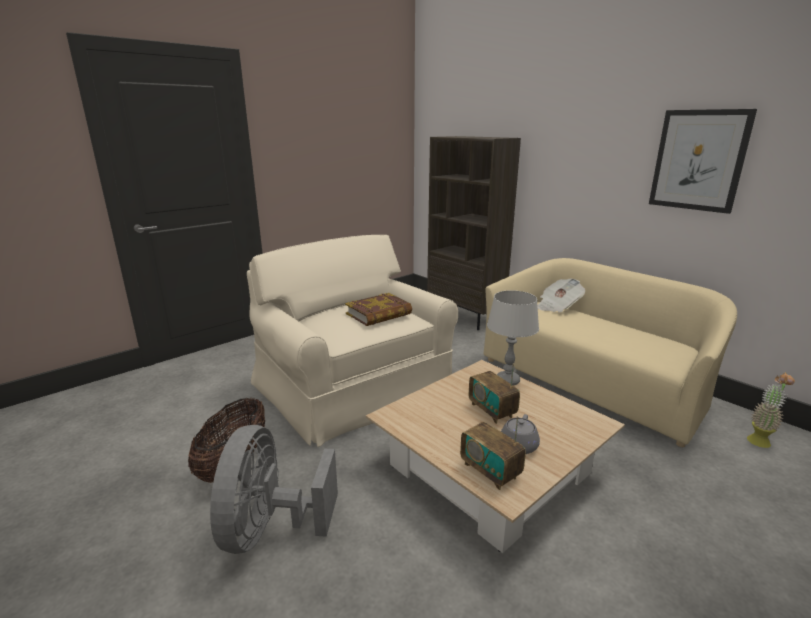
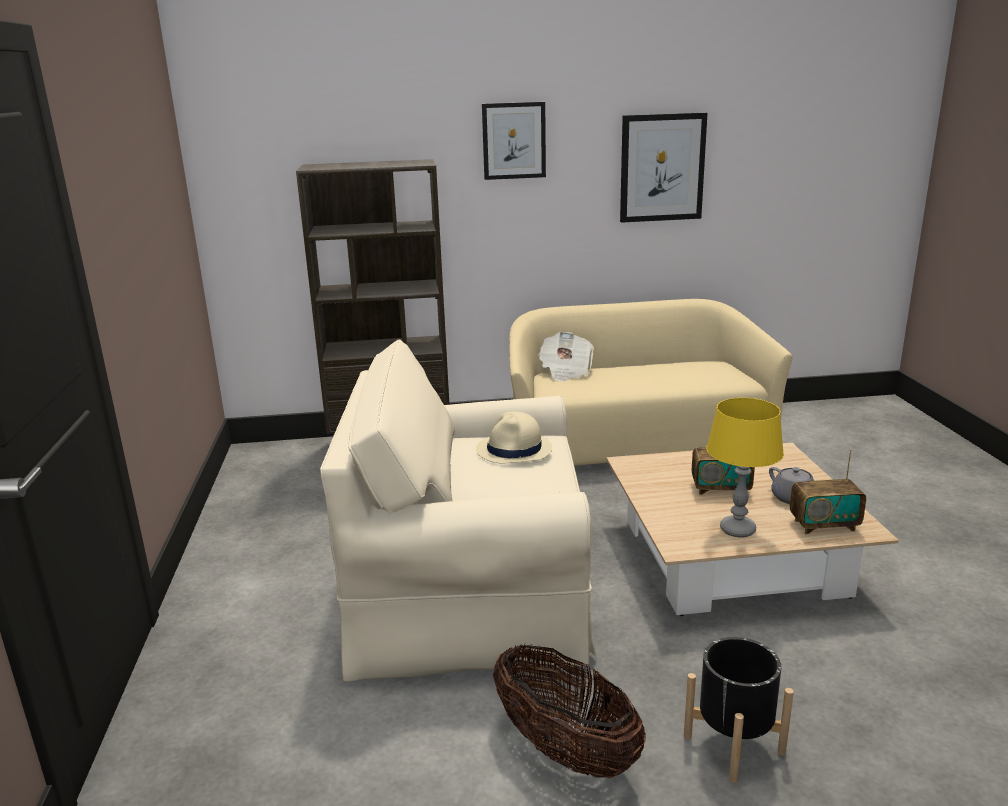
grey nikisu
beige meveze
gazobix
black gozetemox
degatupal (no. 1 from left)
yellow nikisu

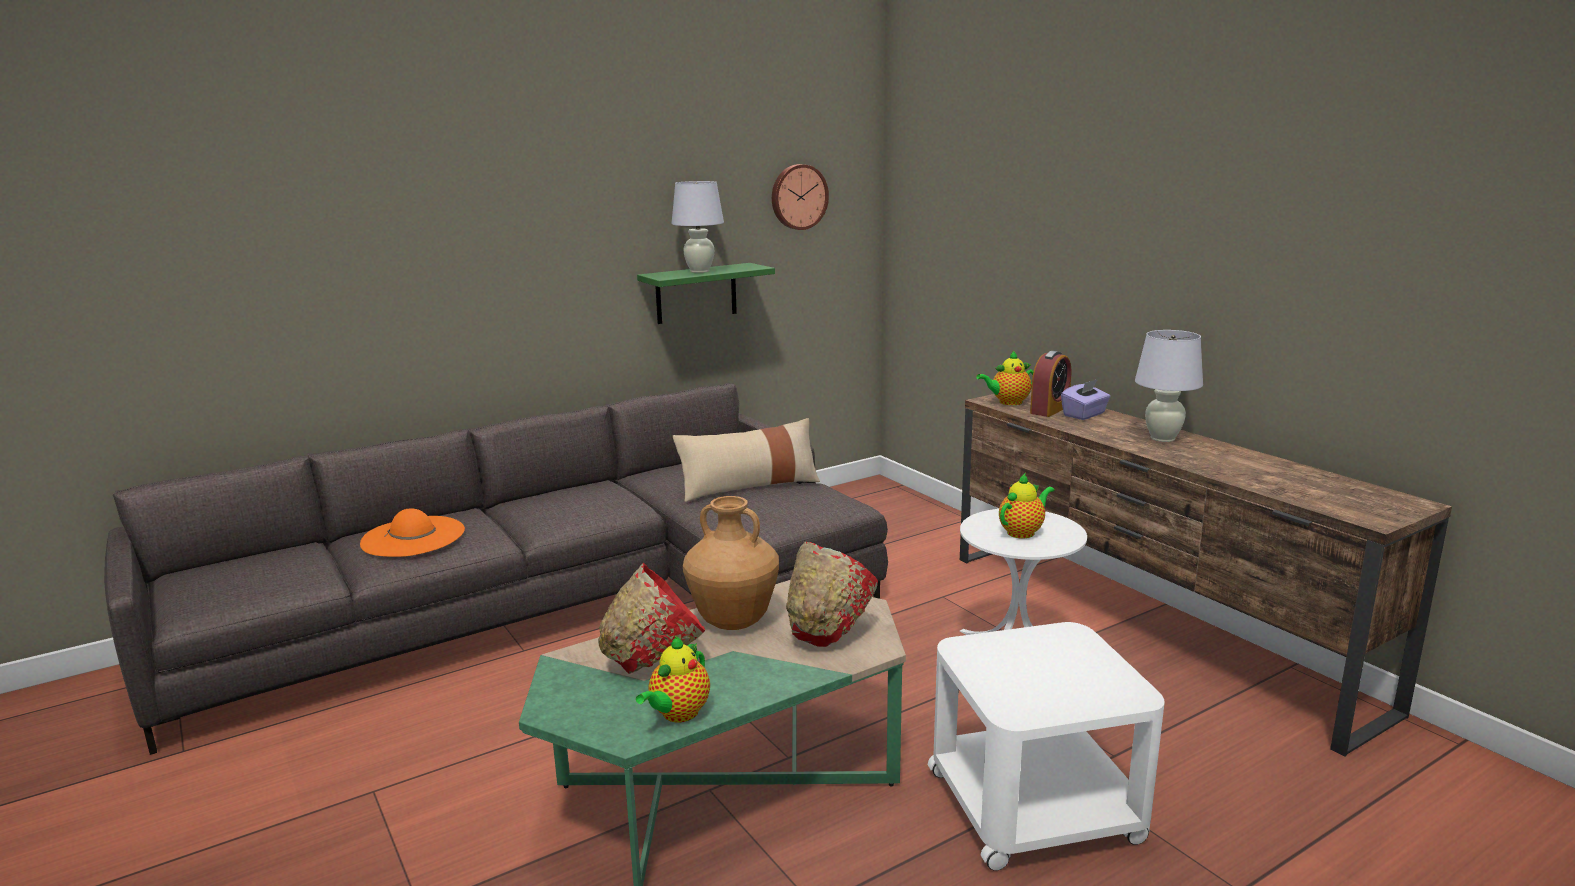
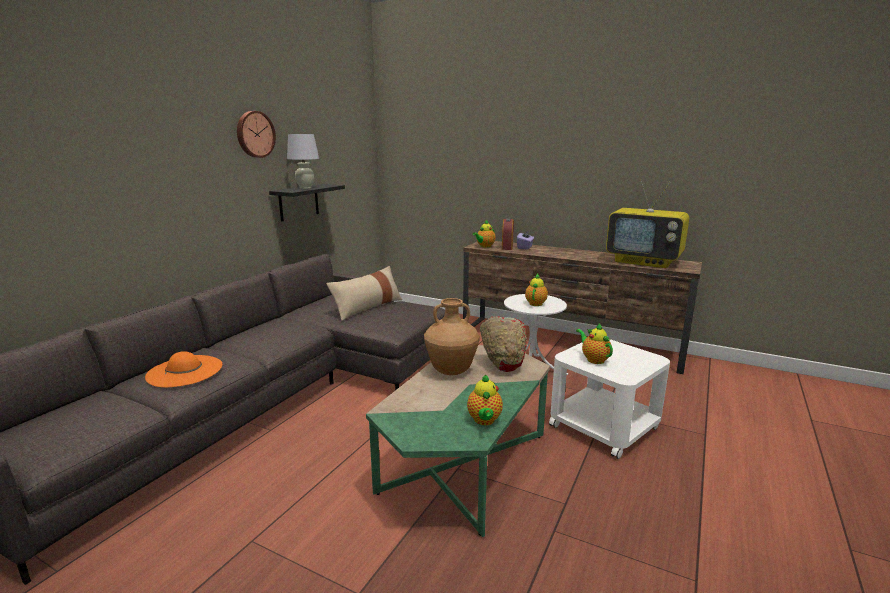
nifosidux
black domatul
white nikisu (no. 2 from left in the first image)
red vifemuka (no. 1 from left in the first image)
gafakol
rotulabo (no. 4 from left)

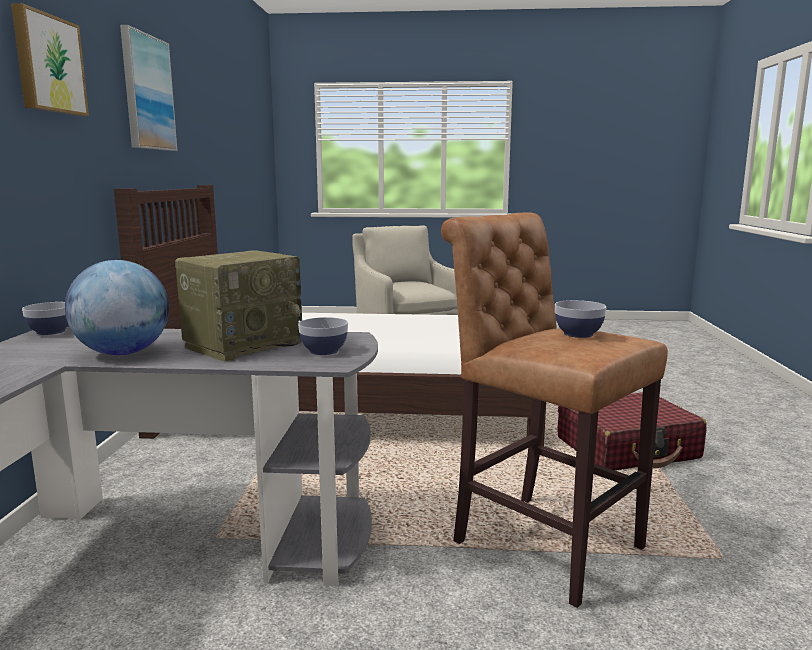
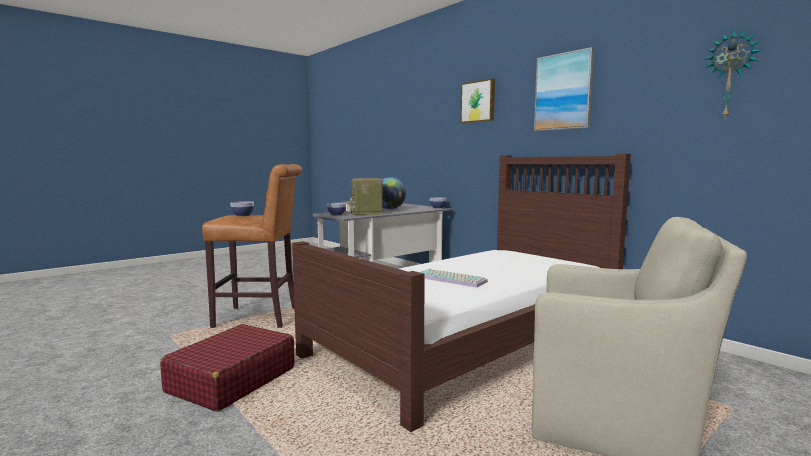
nifosidux
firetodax

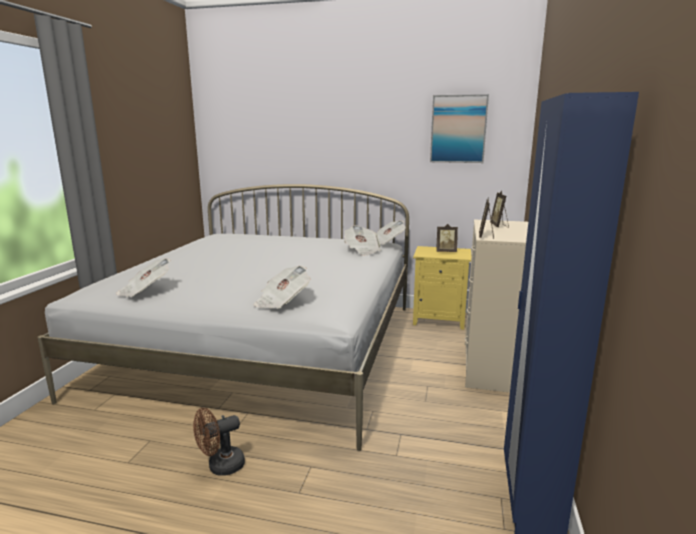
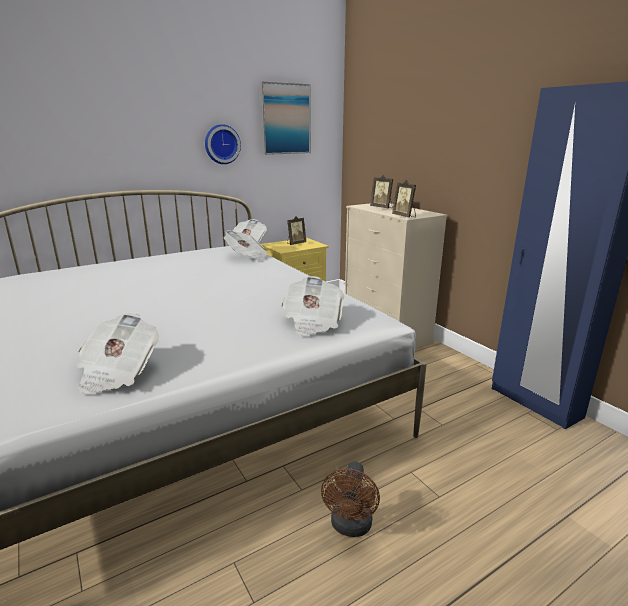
nifosidux

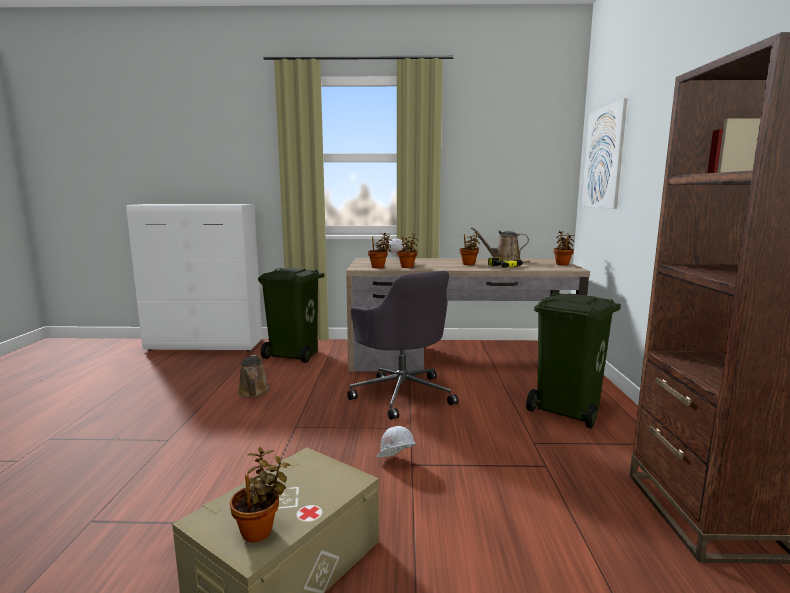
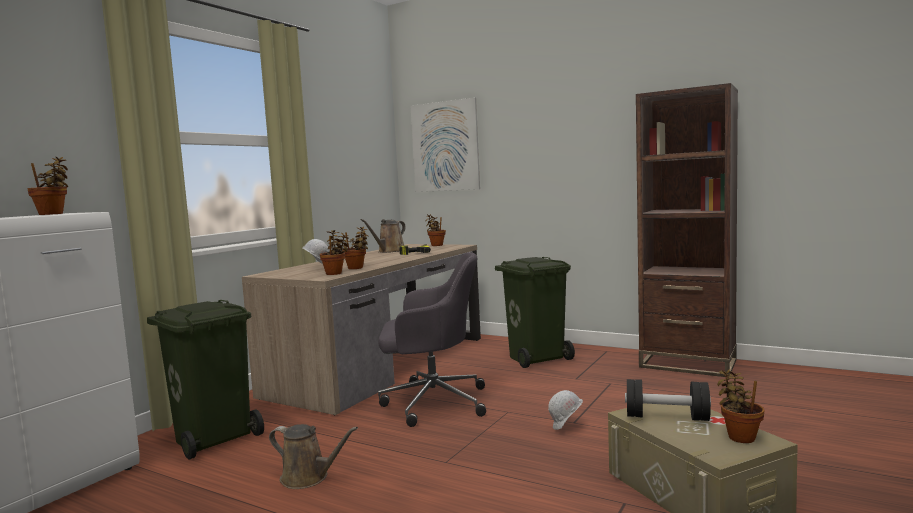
gazobix (no. 1 from left)
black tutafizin

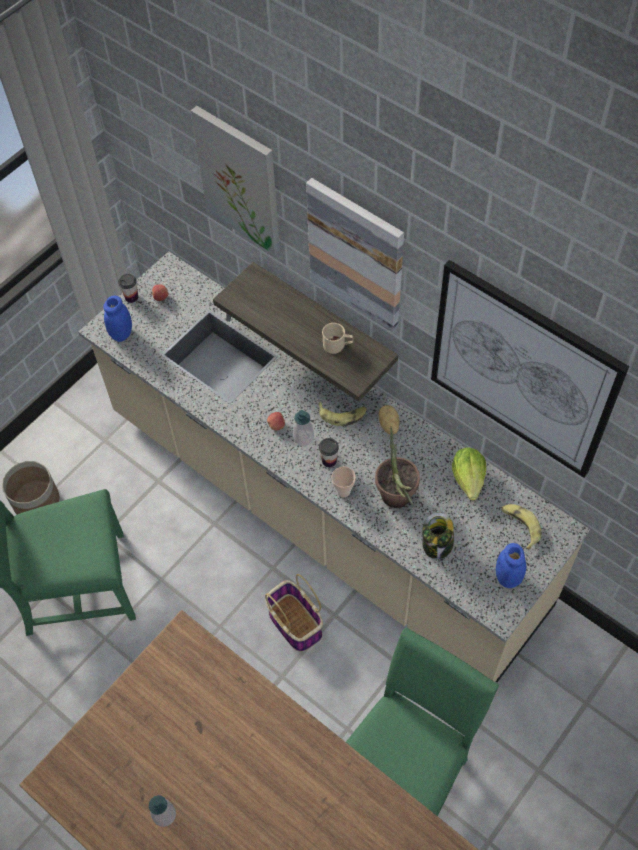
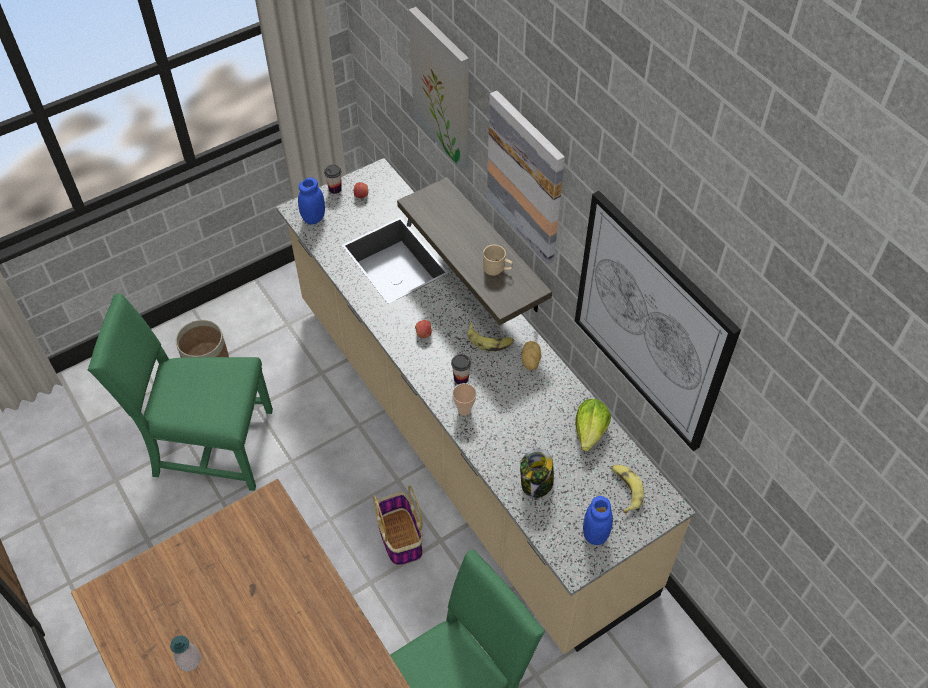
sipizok (no. 2 from left in the first image)
gazobix

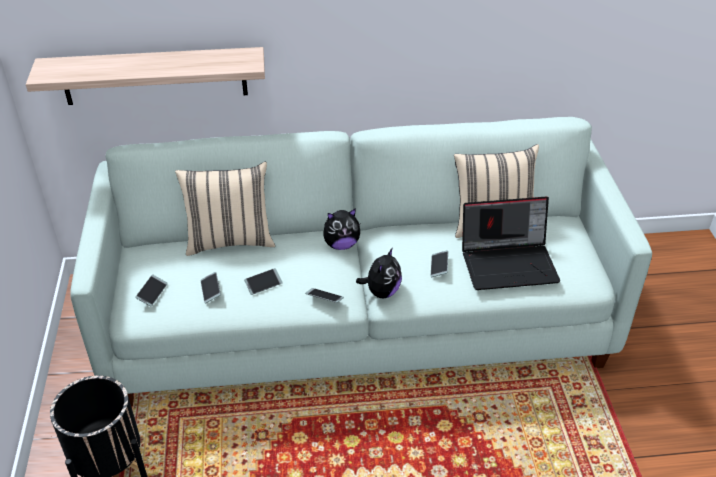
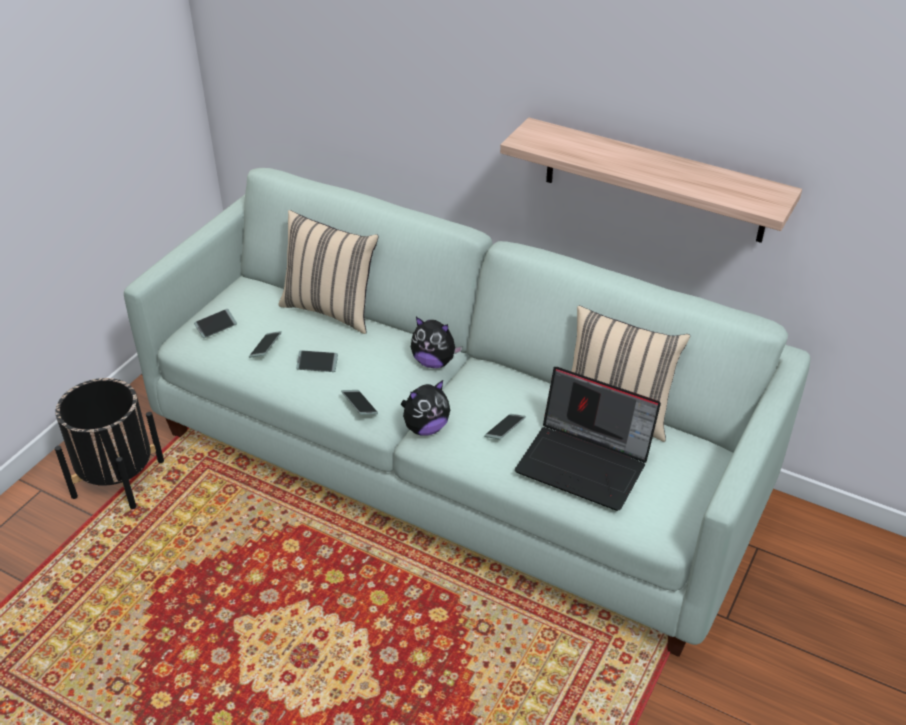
domatul

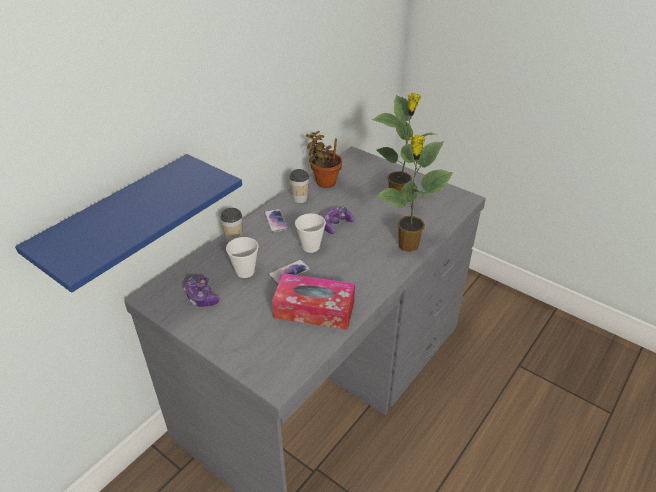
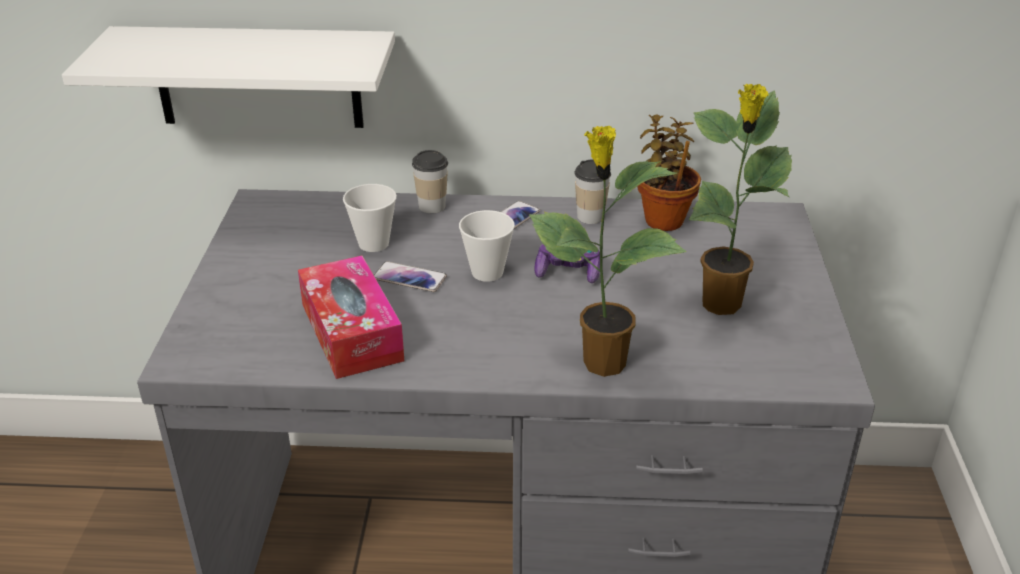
white domatul
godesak (no. 1 from left in the first image)

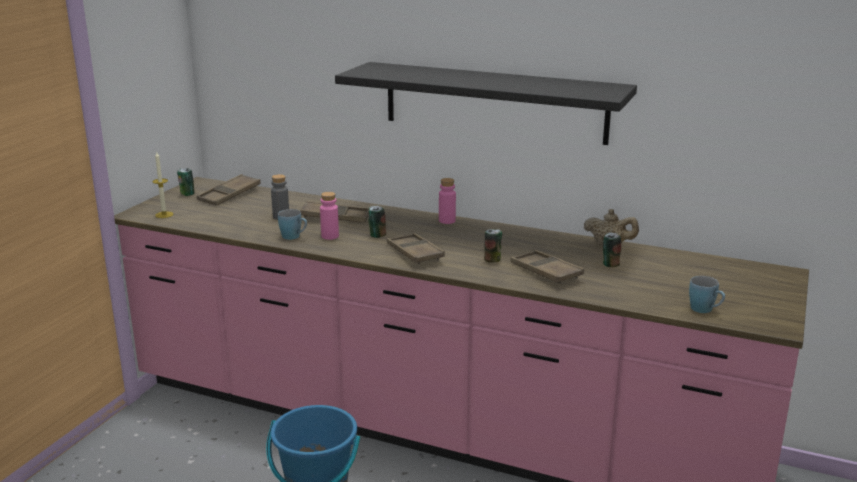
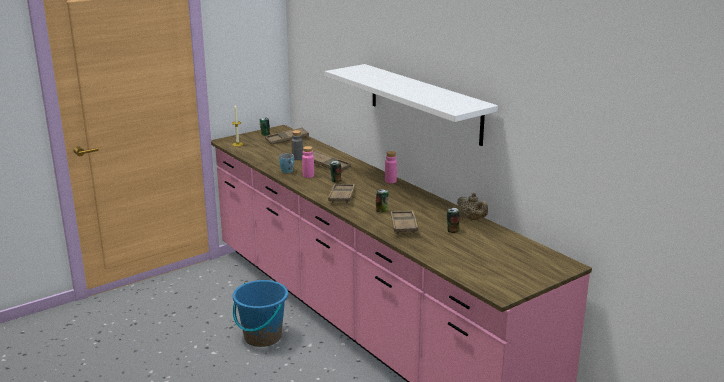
white domatul
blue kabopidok (no. 2 from left in the first image)

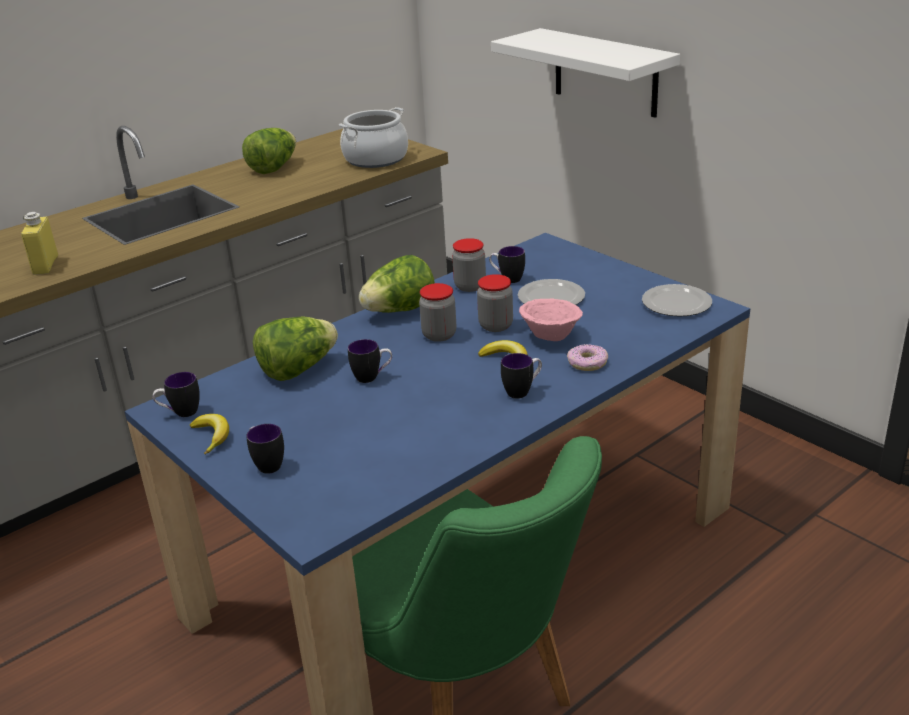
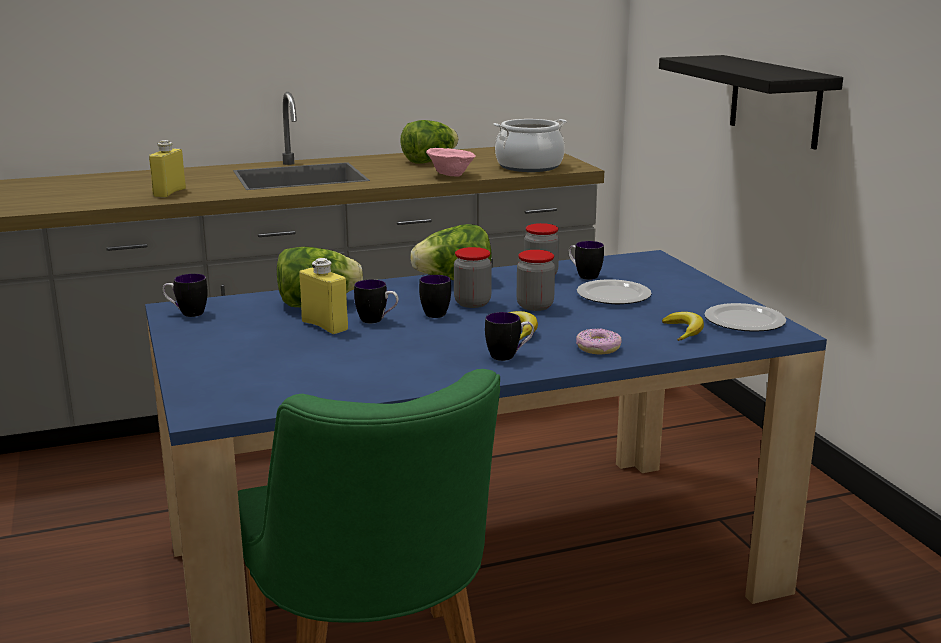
black domatul
pink vifemuka
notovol (no. 2 from left)
kabopidok (no. 3 from left)
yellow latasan (no. 2 from left)

